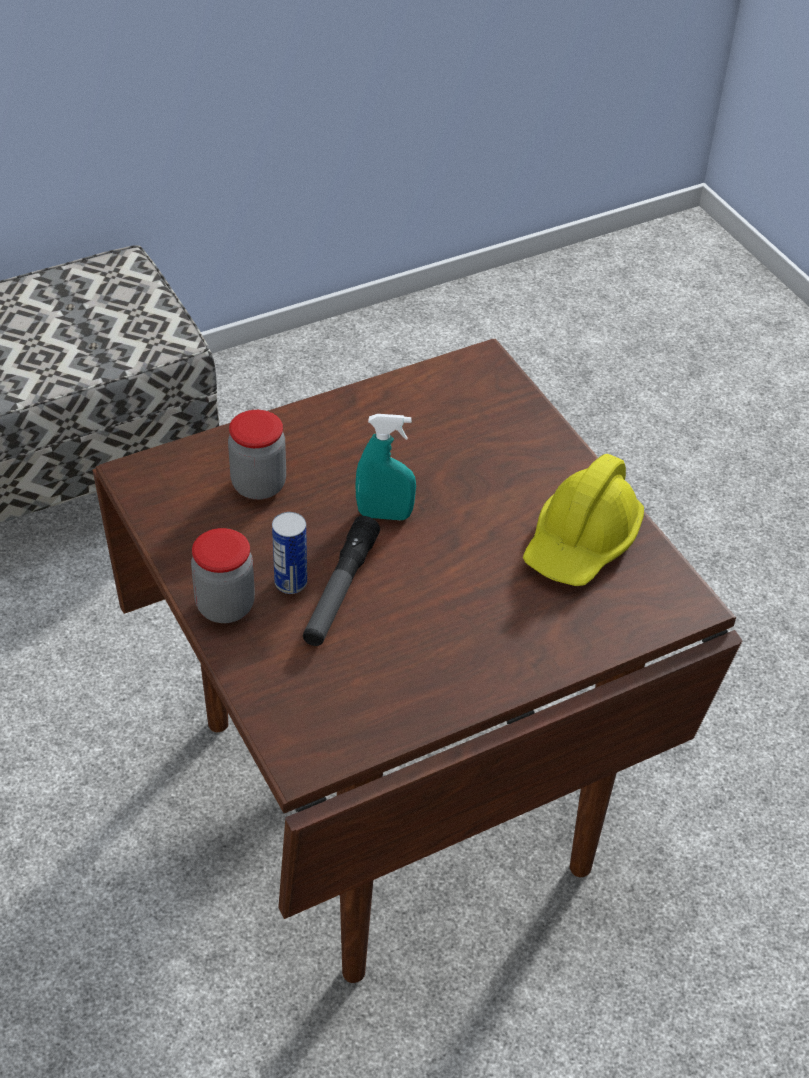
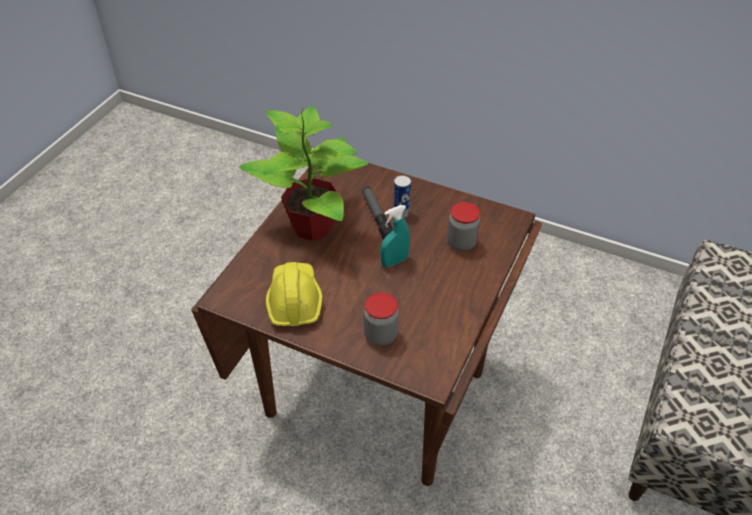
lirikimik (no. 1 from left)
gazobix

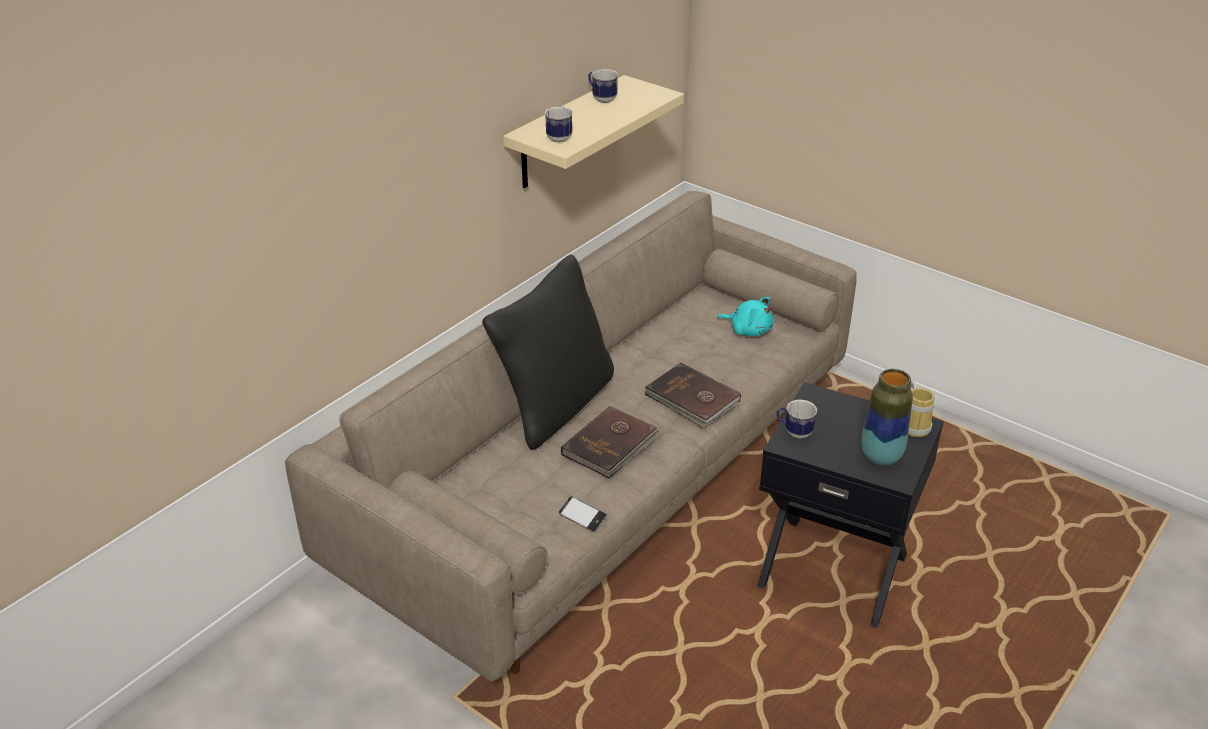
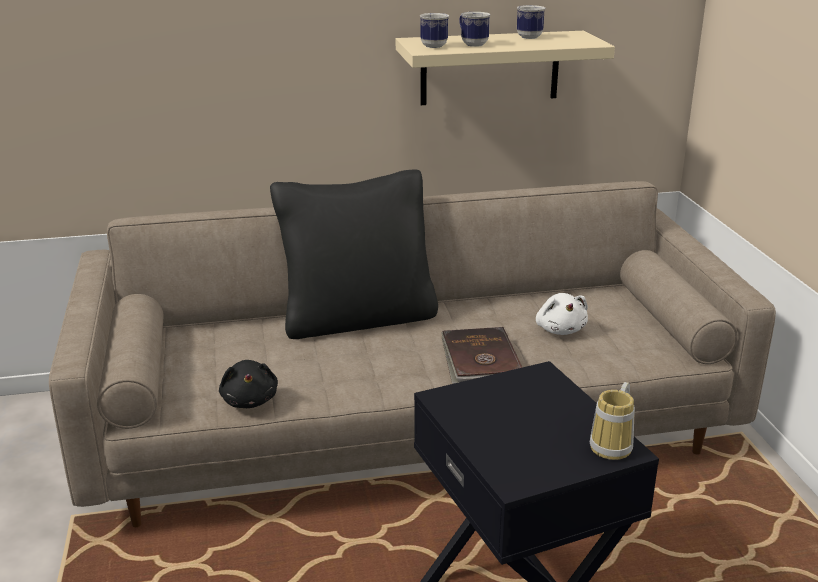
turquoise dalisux
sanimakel
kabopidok (no. 2 from left)
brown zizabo (no. 1 from left in the first image)
black dalisux
white dalisux

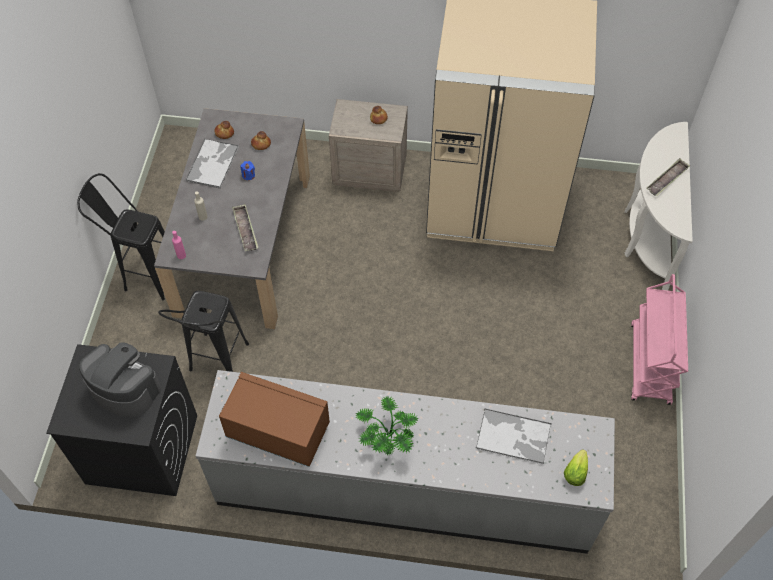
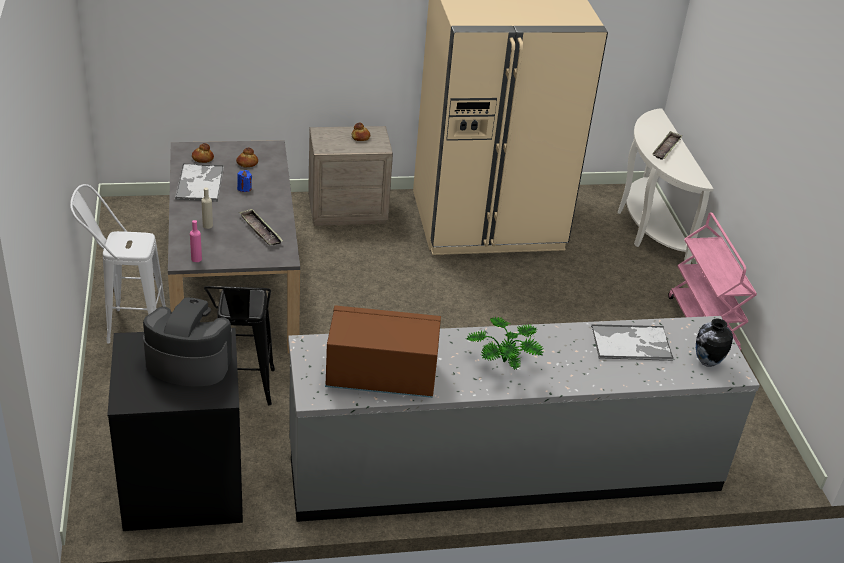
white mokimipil
sanimakel

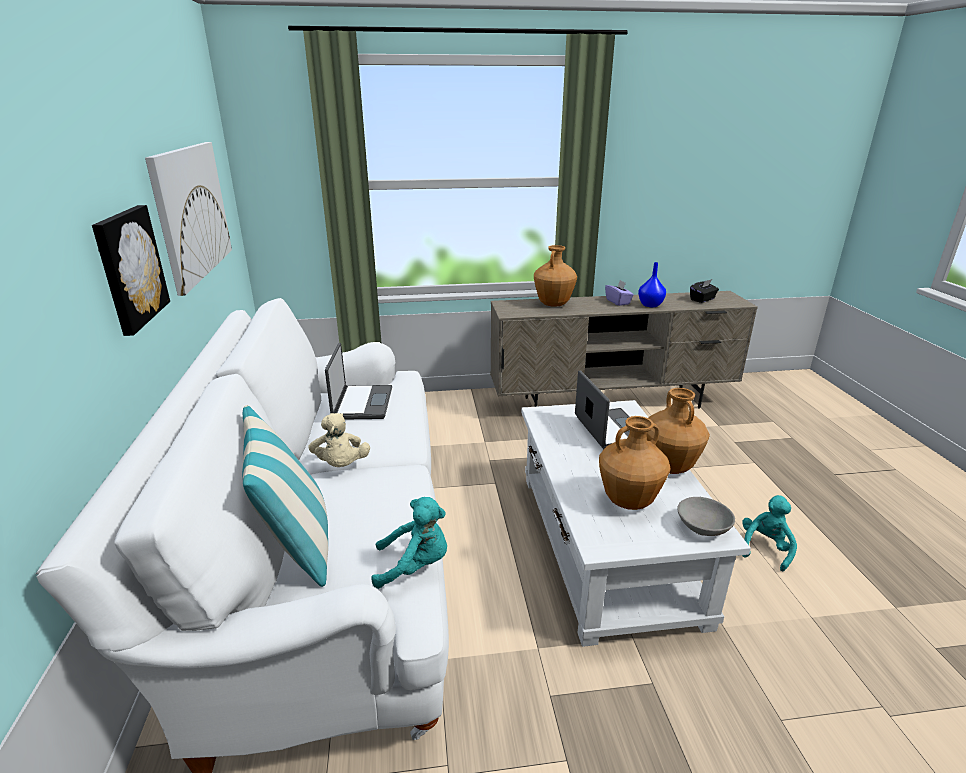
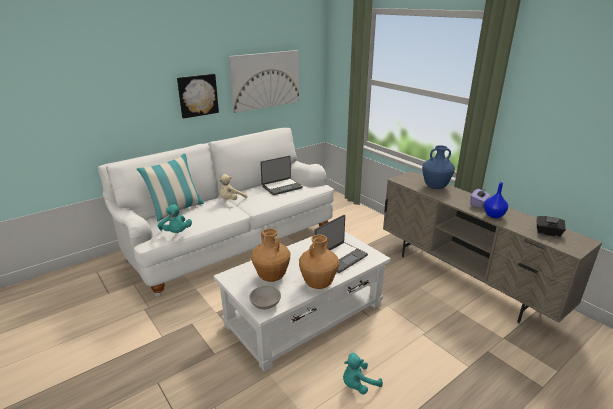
blue sanimakel (no. 1 from left)
turquoise dalisux (no. 2 from left)

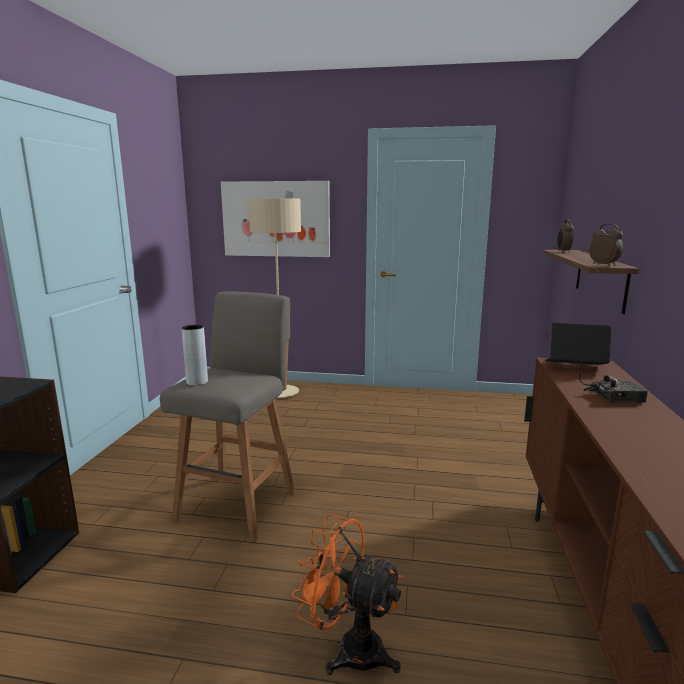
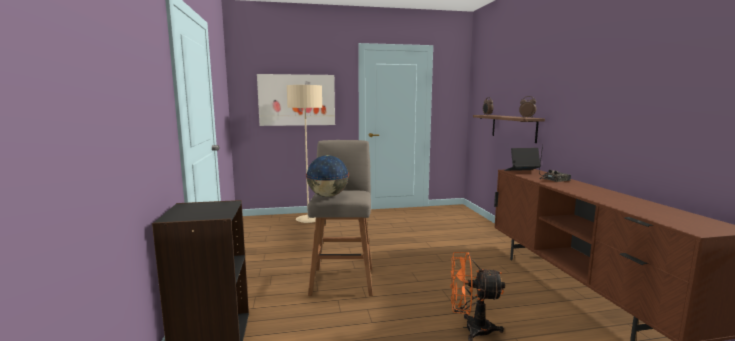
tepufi

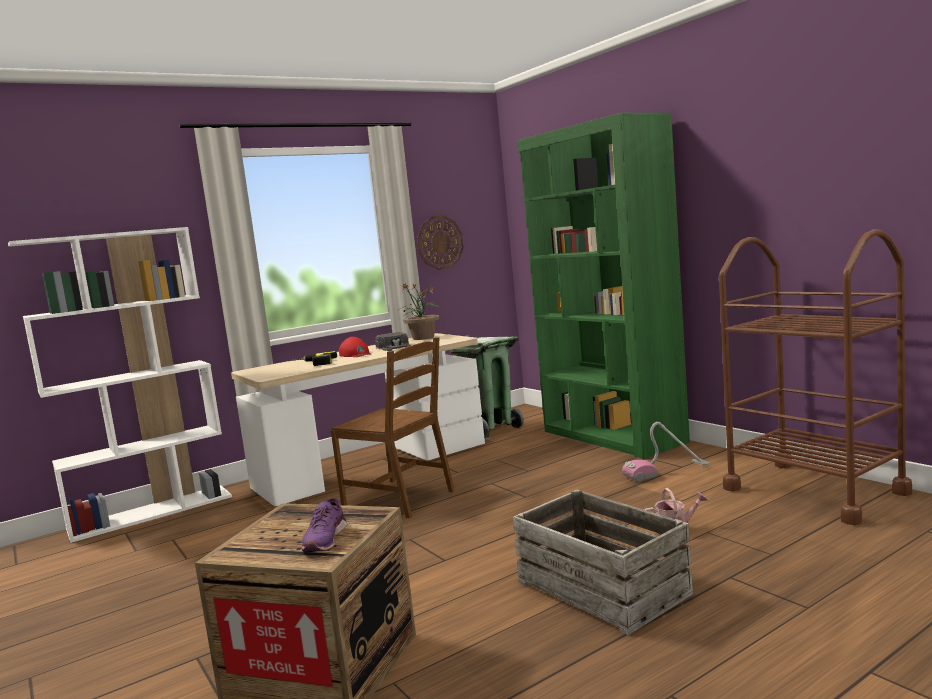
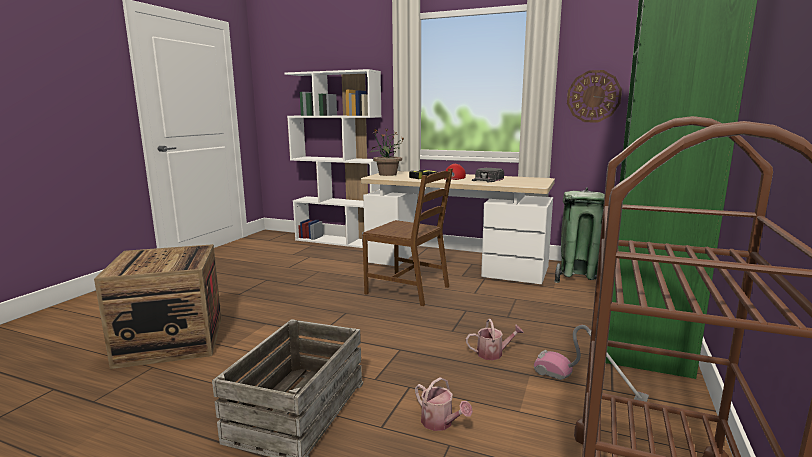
gazobix
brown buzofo
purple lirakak
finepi (no. 2 from left)

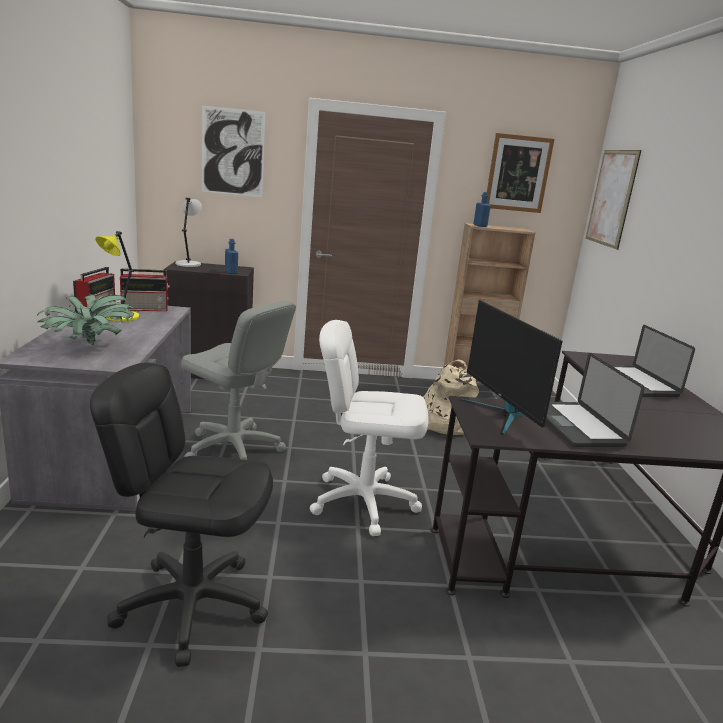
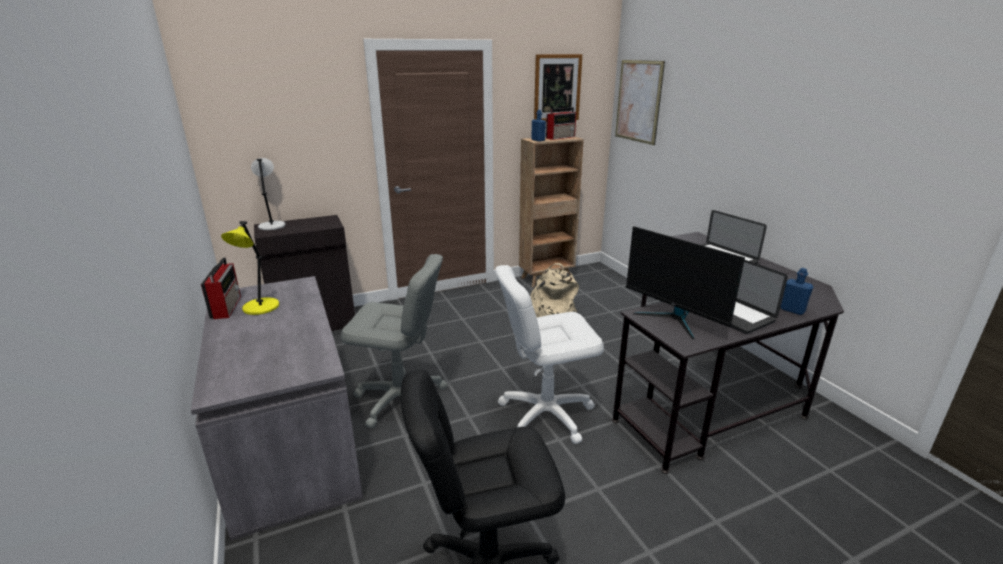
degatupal (no. 1 from left in the first image)
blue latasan (no. 2 from left)
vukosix (no. 2 from left)
gazobix

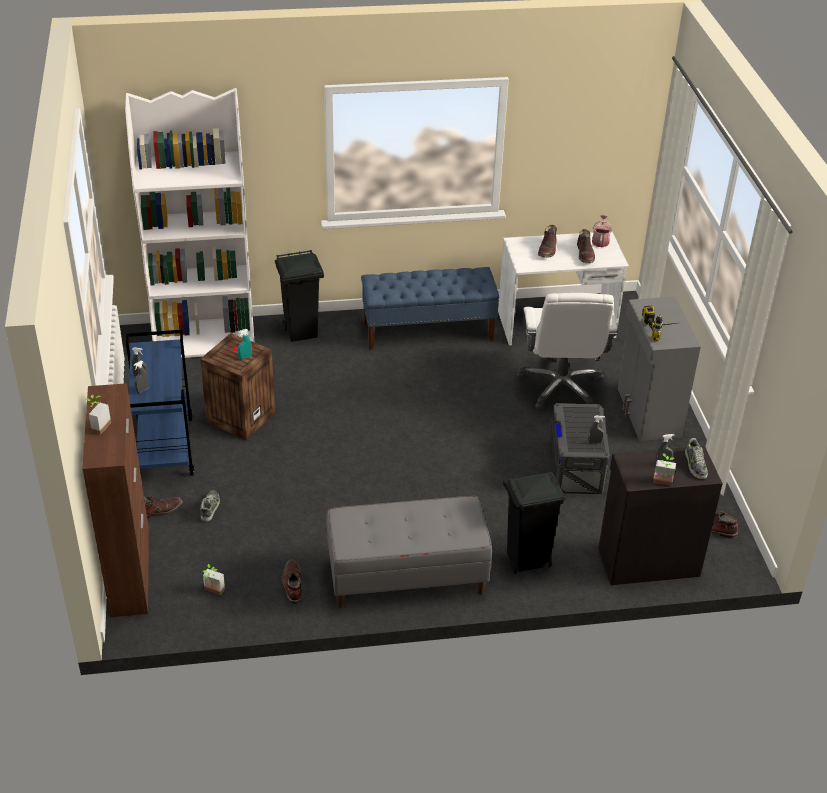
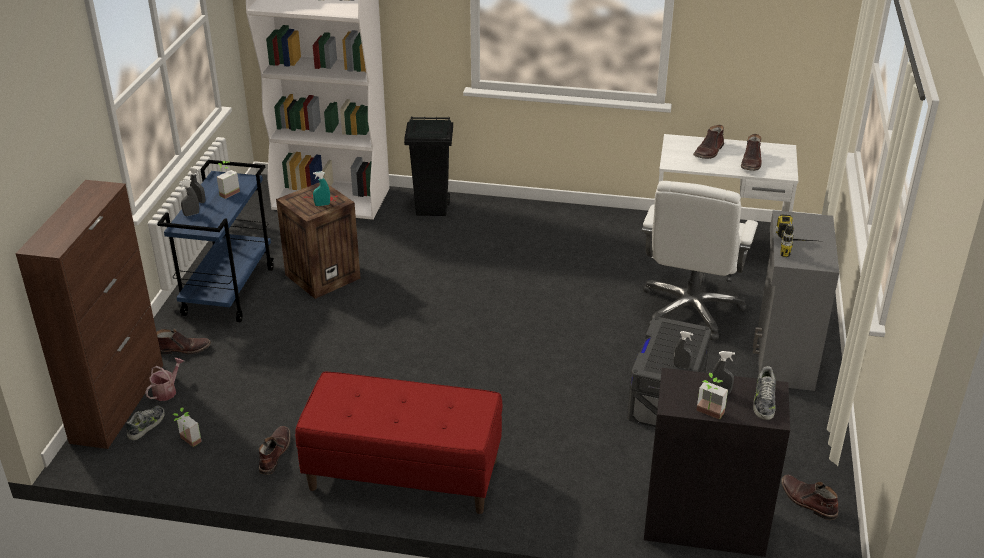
finepi
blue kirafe
gazobix (no. 2 from left)
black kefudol (no. 2 from left in the first image)
lirakak (no. 1 from left)
red kirafe

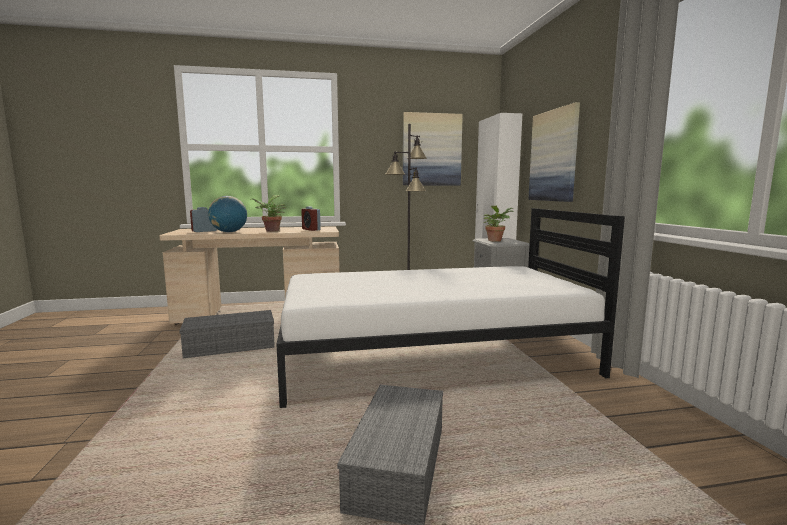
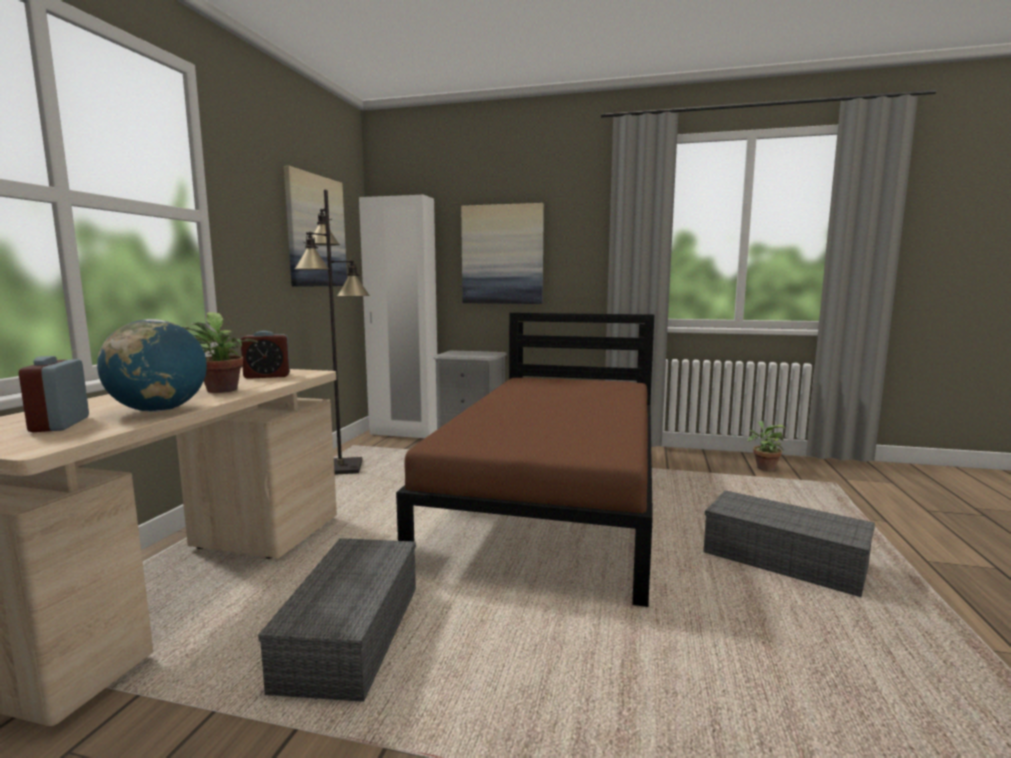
gazobix (no. 2 from left)
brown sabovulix

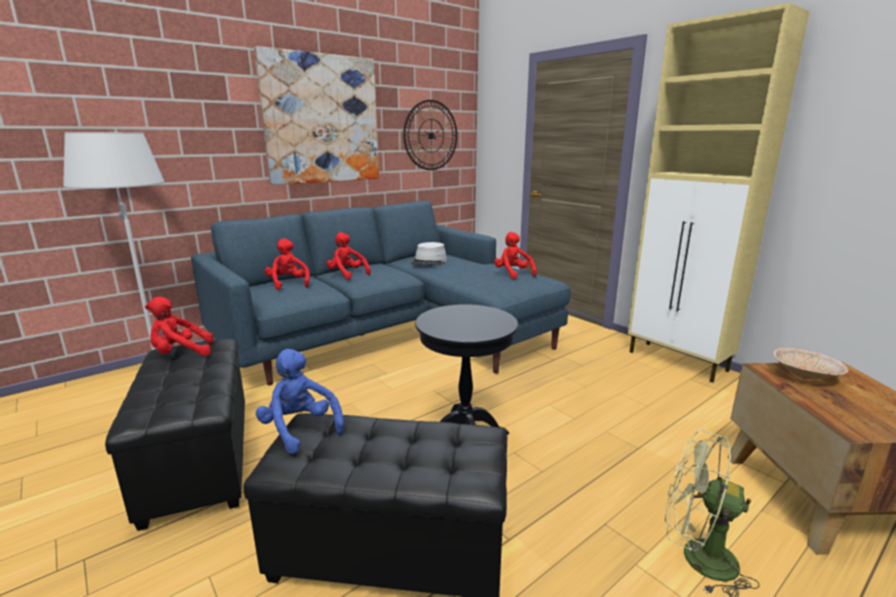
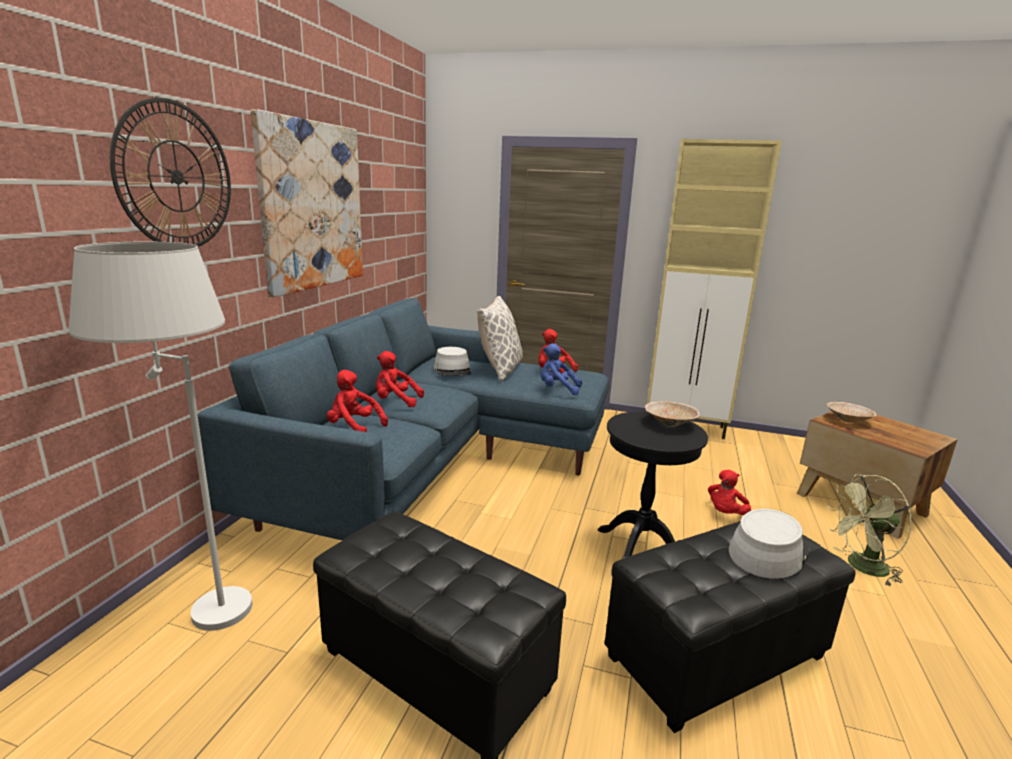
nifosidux
red dalisux (no. 4 from left)
blue dalisux
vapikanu
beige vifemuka (no. 1 from left)
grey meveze (no. 2 from left)

